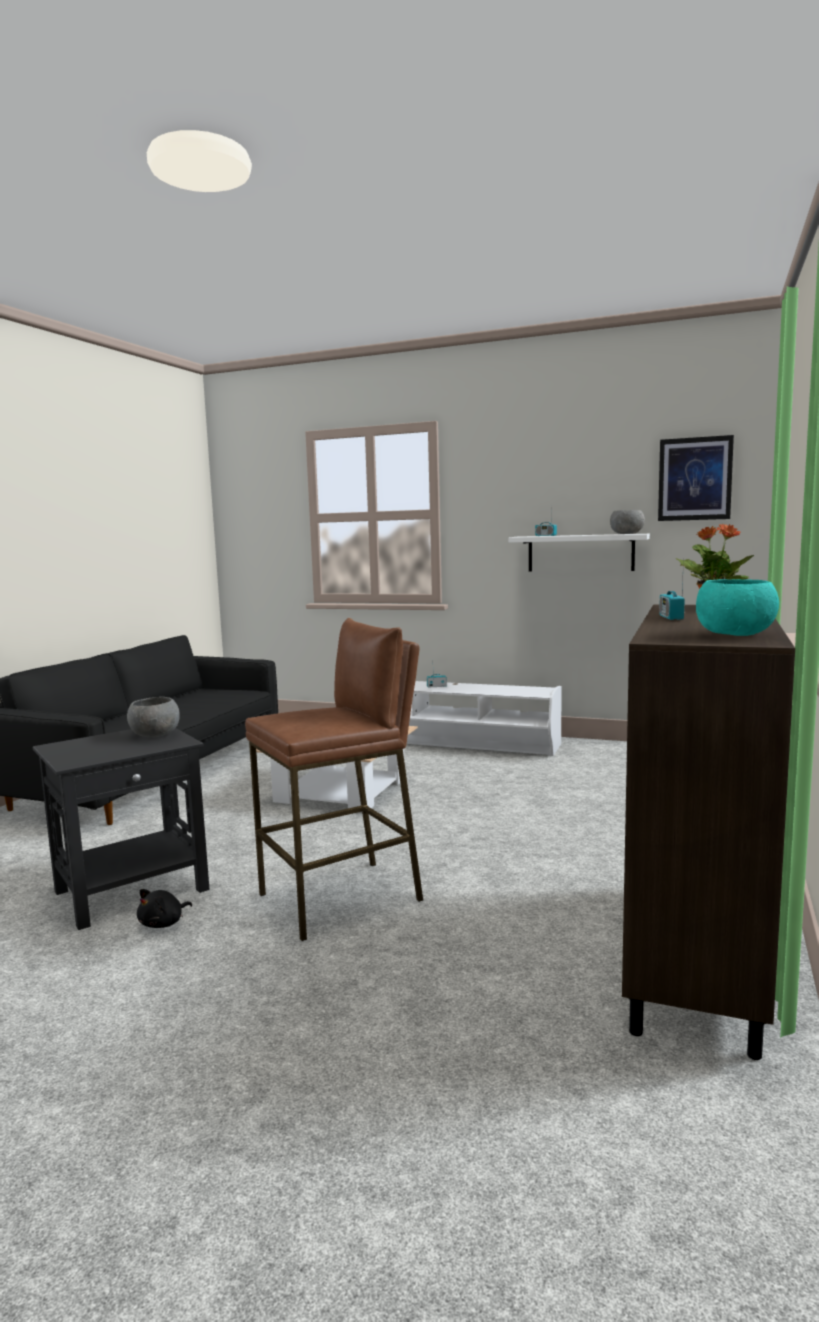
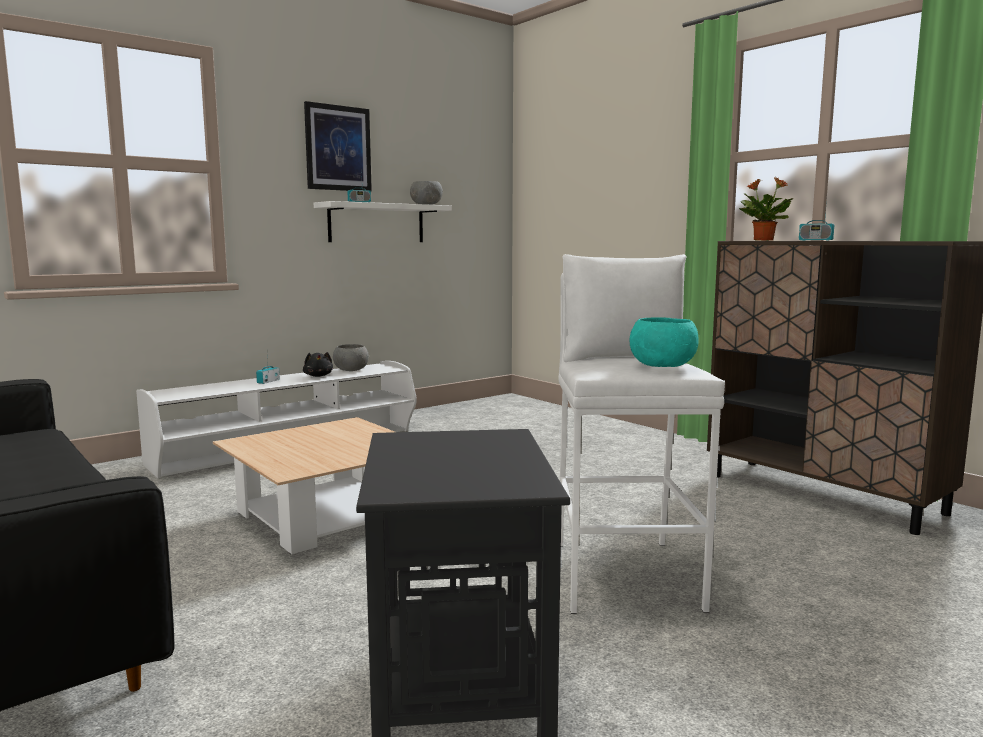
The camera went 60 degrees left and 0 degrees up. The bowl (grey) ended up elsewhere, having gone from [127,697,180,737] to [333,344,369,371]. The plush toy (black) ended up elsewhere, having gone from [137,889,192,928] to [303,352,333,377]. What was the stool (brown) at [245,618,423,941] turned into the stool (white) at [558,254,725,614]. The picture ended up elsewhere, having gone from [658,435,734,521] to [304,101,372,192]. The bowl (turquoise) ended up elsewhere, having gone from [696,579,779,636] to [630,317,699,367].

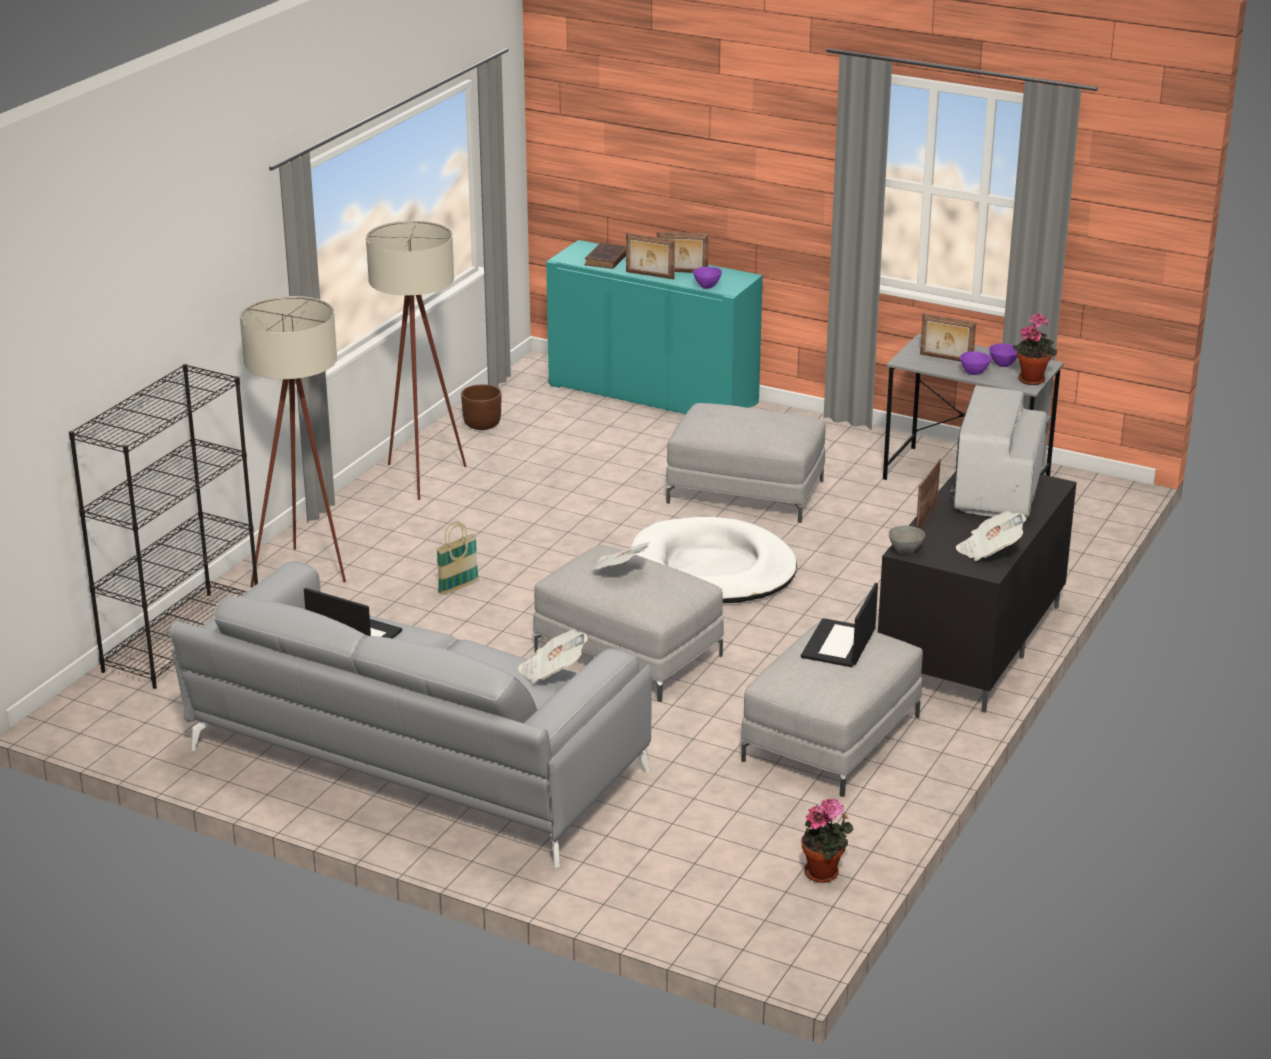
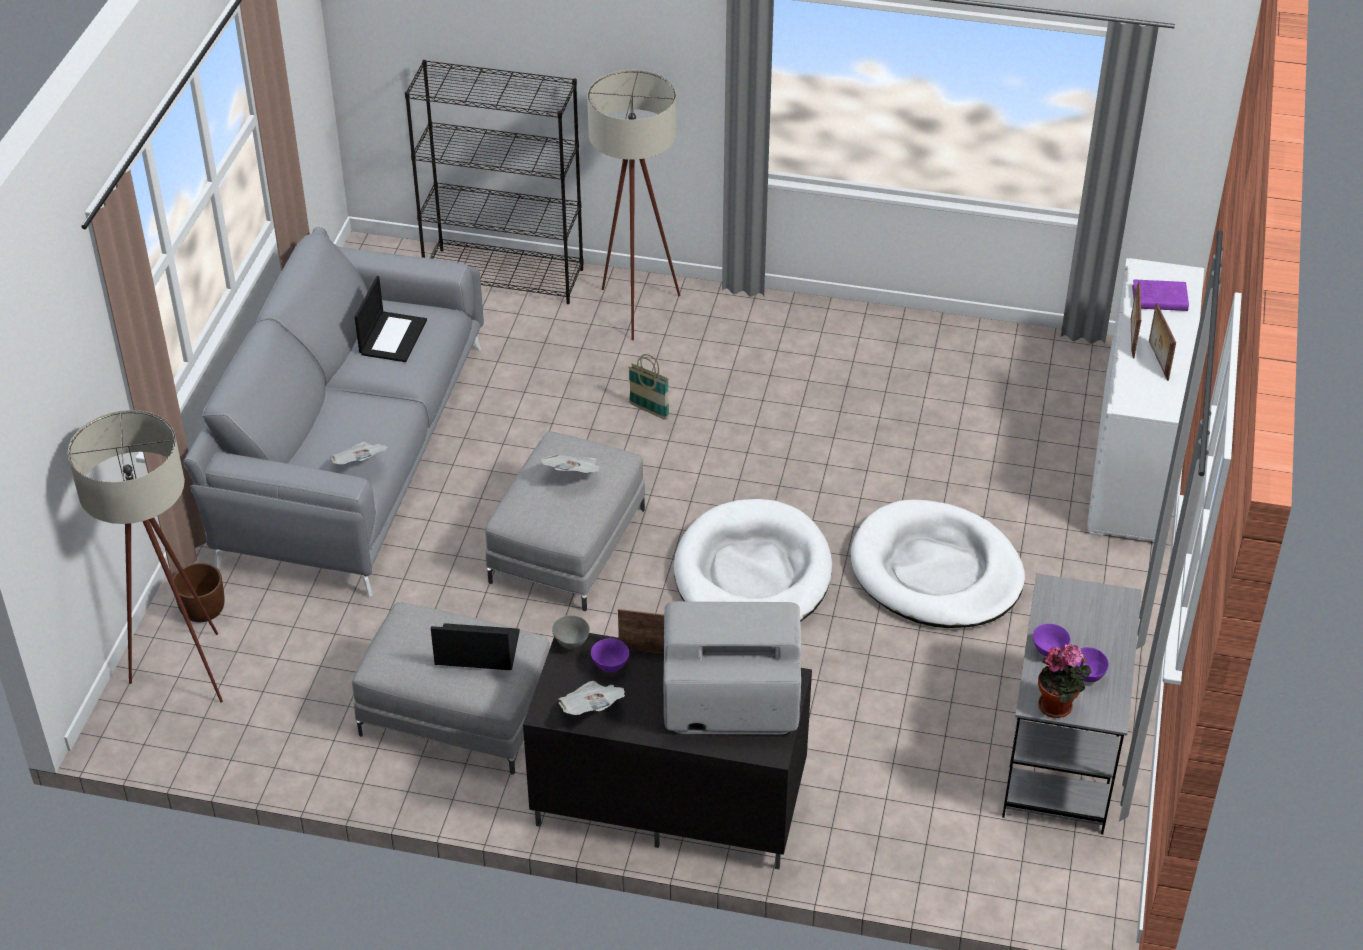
The camera went 75 degrees right and 15 degrees up. The floor lamp (beige) ended up elsewhere, having gone from [366,221,467,500] to [68,410,223,702]. The planter (brown) ended up elsewhere, having gone from [461,384,501,430] to [173,563,225,622]. What was the cabinet (turquoise) at [546,240,763,414] turned into the cabinet (white) at [1086,258,1204,545]. What was the book (brown) at [584,243,626,269] turned into the book (purple) at [1132,279,1189,311]. Where the ottoman (grey) stood at [666,403,826,523], the dog bed (white) came to stand at [851,499,1025,628]. The bowl (purple) ended up elsewhere, having gone from [693,267,722,289] to [591,638,629,672]. The second view lost the potted plant at [801,798,853,883]. The second view lost the picture frame at [920,313,976,362].

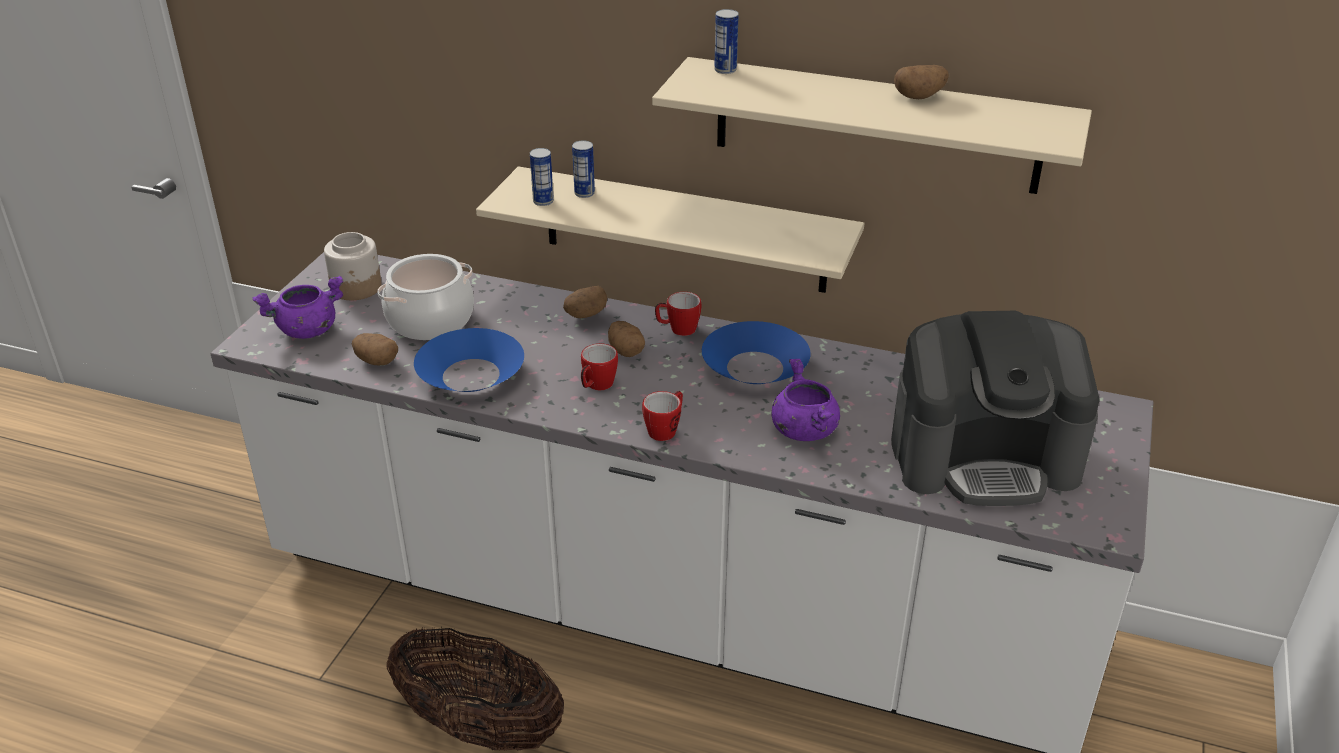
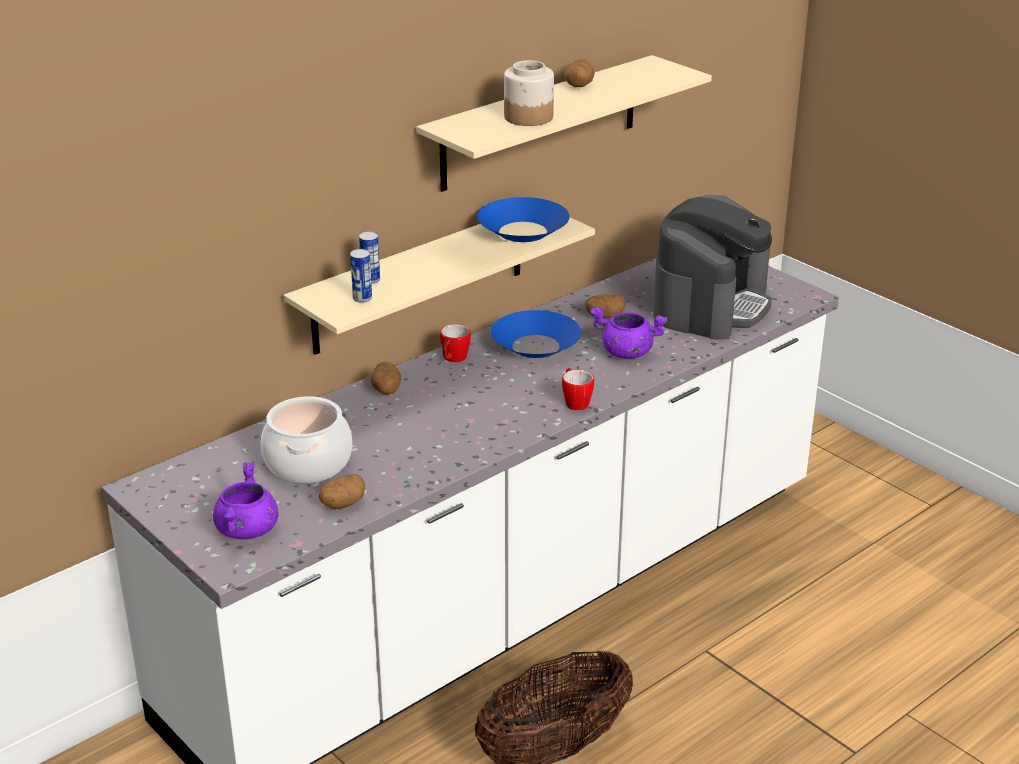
The camera went 60 degrees left and 5 degrees down. The jar ended up elsewhere, having gone from [324,232,382,300] to [504,60,554,126]. The bowl (blue) ended up elsewhere, having gone from [414,328,524,392] to [477,197,570,242]. The second view lost the mug at [581,343,618,390]. The potato ended up elsewhere, having gone from [608,321,645,357] to [585,294,626,318]. The second view lost the can at [714,9,739,74].

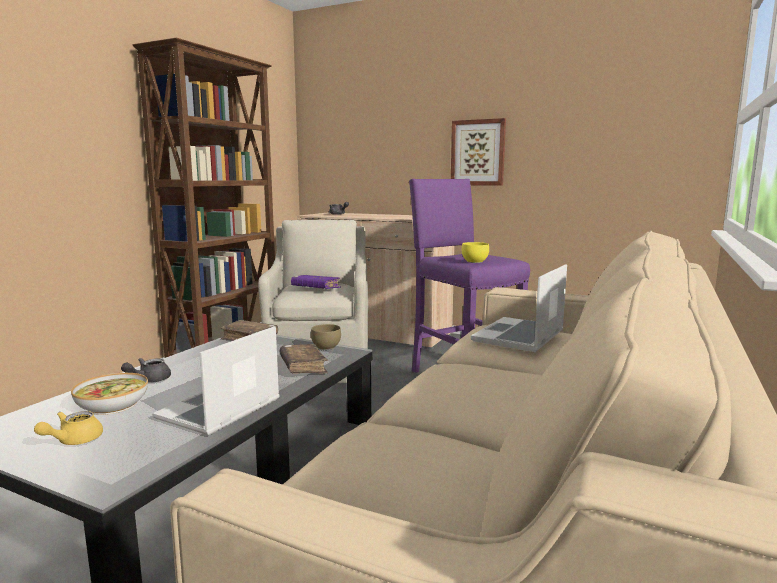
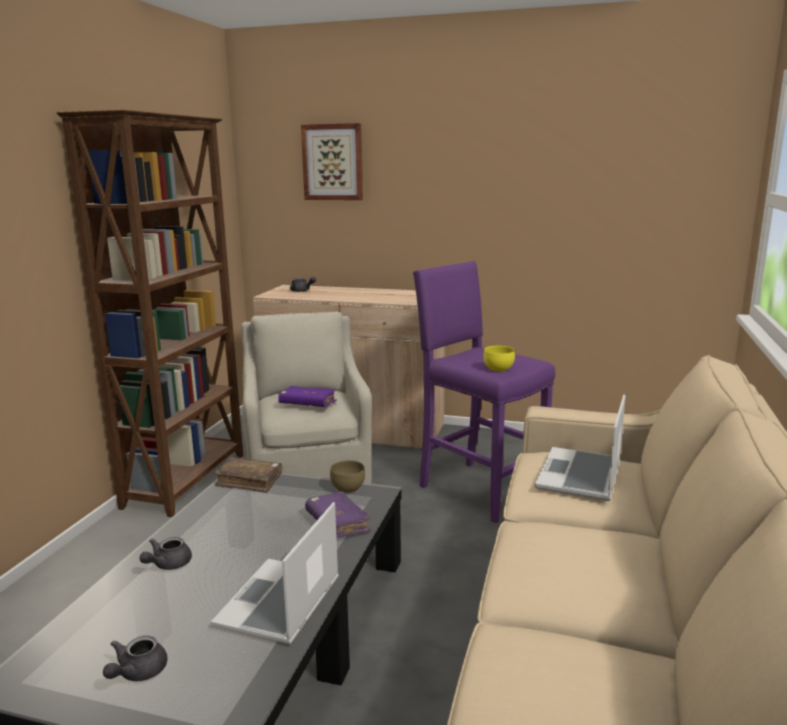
The camera went 10 degrees left and 5 degrees up. What was the teapot (yellow) at [34,411,103,445] turned into the teapot (grey) at [103,635,167,681]. The second view lost the bowl at [71,373,148,415]. What was the book (brown) at [280,344,328,374] turned into the book (purple) at [305,492,372,538]. The picture ended up elsewhere, having gone from [451,118,506,186] to [301,123,363,200].

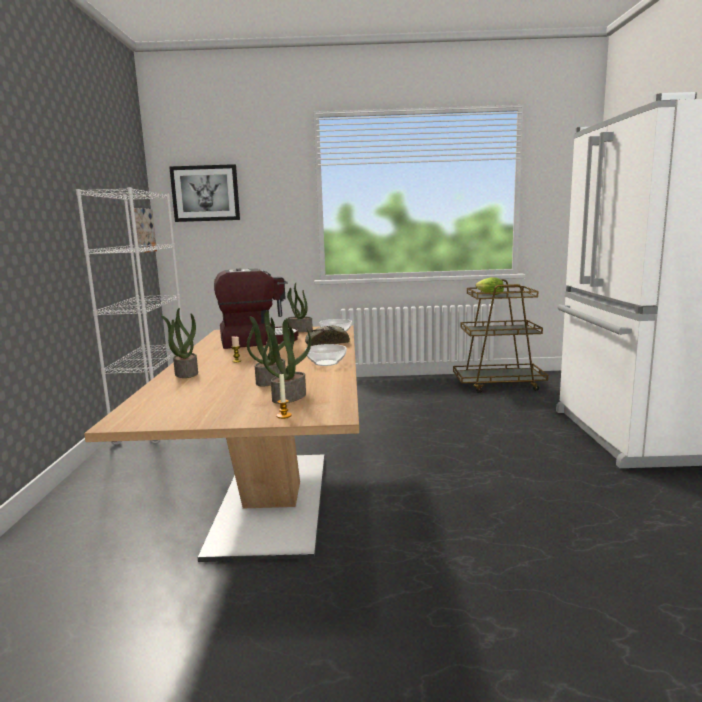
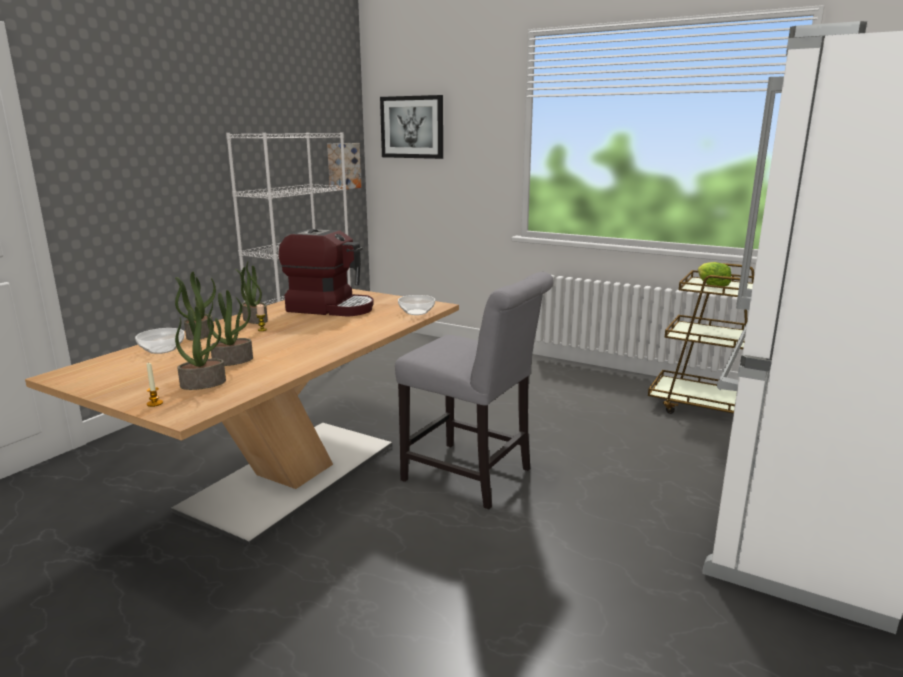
The camera went 30 degrees right and 5 degrees up. The potted plant ended up elsewhere, having gone from [287,283,313,332] to [235,262,268,324]. The second view lost the bread at [305,325,350,346]. The bowl ended up elsewhere, having gone from [305,344,347,366] to [135,328,185,354]. The second view gained the chair (grey) at [395,272,554,509].

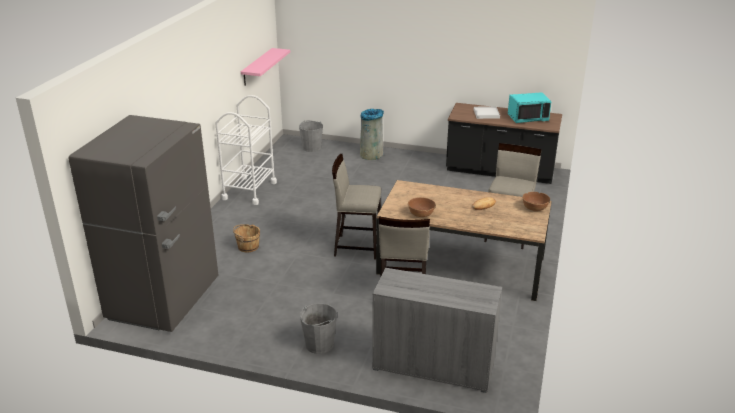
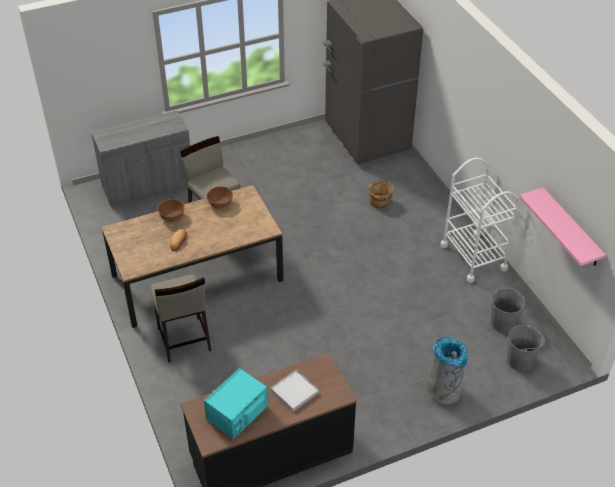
The camera went 140 degrees right and 15 degrees up. The bucket (grey) ended up elsewhere, having gone from [300,303,337,354] to [491,287,525,333]. The second view lost the stool (beige) at [332,154,381,260]. The bowl (brown) ended up elsewhere, having gone from [522,192,550,212] to [157,199,185,221].

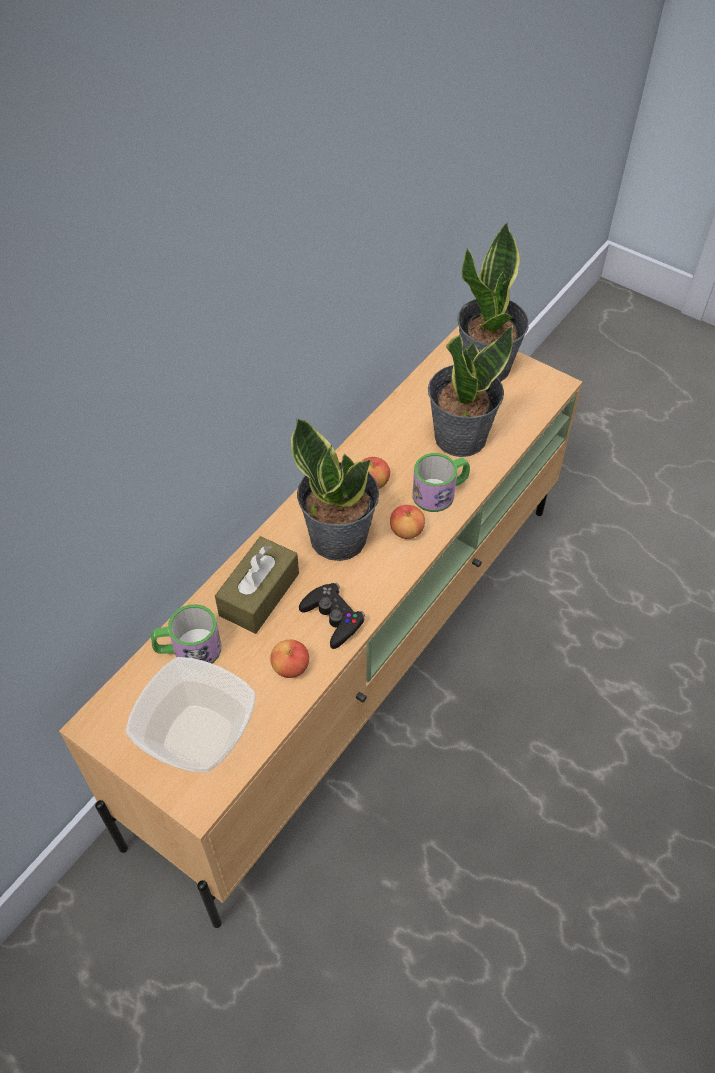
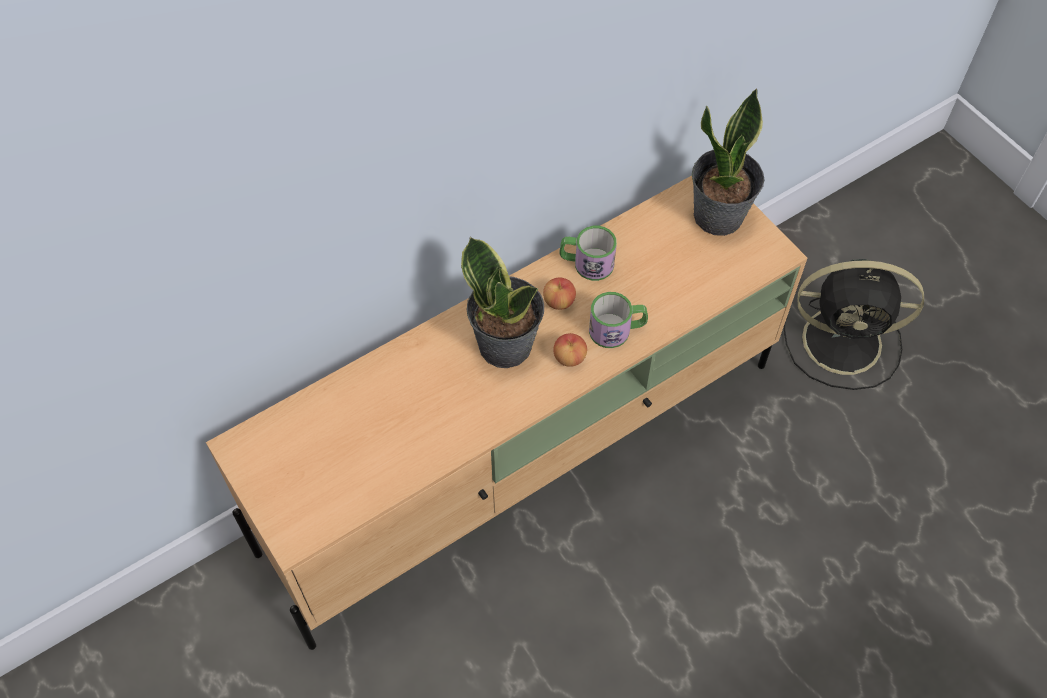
The camera went 20 degrees right and 5 degrees up. The second view lost the bowl at [126,657,256,773]. The mug ended up elsewhere, having gone from [151,604,221,664] to [559,226,617,281]. The second view lost the tissue box (brown) at [215,536,299,634]. The second view lost the apple at [270,639,309,678]. The second view lost the game controller (black) at [299,583,365,649]. The second view lost the potted plant at [428,325,514,457]. The second view gained the fan (black) at [784,259,924,390].

